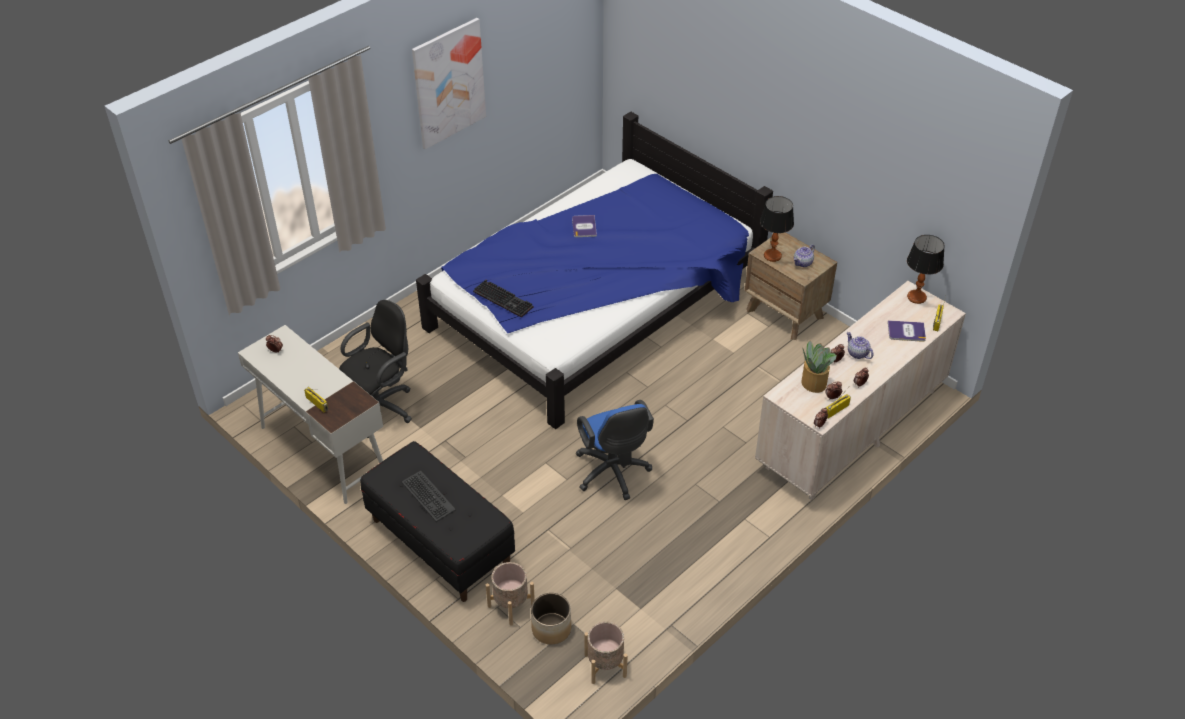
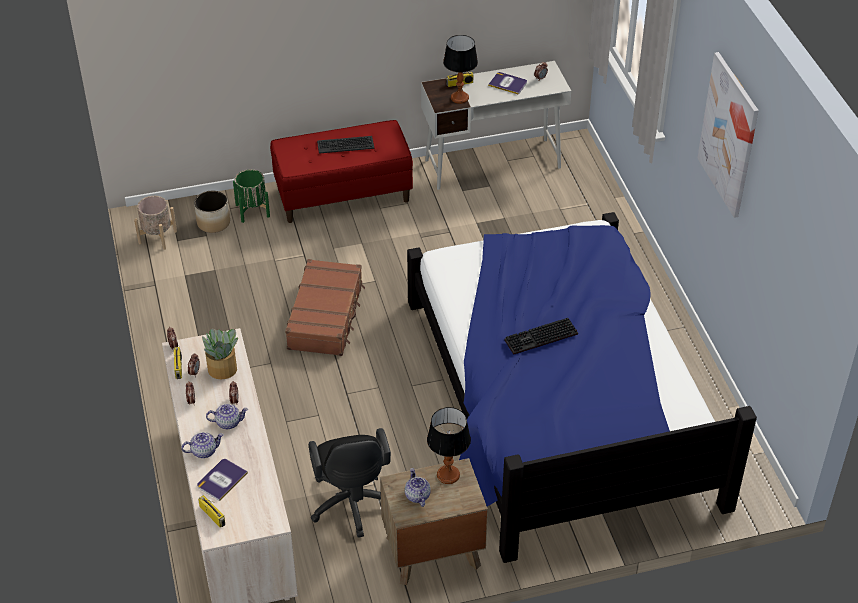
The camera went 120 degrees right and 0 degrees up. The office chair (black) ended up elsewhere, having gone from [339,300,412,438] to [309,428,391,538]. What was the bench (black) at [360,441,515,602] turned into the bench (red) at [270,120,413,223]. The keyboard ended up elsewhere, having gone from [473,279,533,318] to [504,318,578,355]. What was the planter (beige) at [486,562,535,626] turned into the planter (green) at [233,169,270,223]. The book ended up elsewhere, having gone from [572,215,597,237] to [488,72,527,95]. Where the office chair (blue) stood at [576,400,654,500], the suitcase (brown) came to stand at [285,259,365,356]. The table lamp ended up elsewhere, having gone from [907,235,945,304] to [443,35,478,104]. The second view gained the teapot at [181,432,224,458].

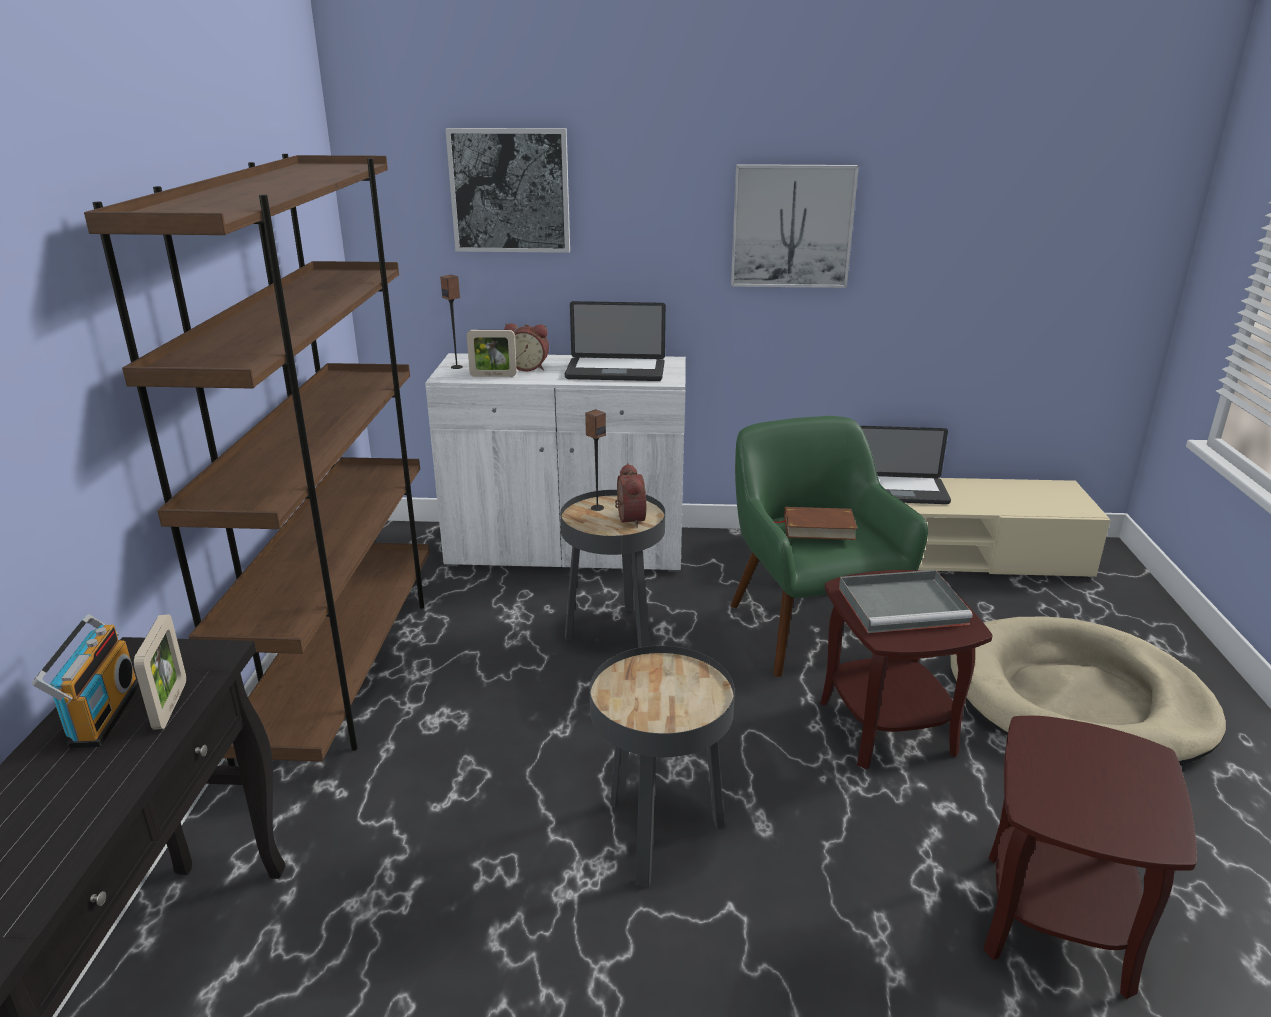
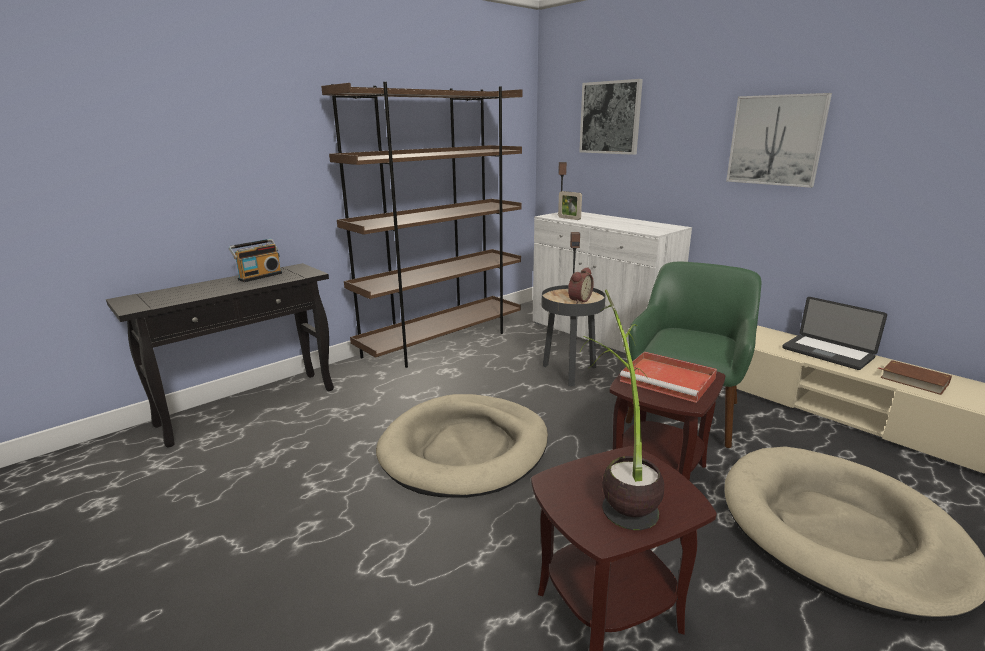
The camera went 45 degrees right and 5 degrees down. The second view lost the picture frame at [134,614,186,730]. The second view lost the alarm clock at [504,323,549,371]. The second view lost the laptop at [565,301,666,381]. Where the side table (black) stood at [590,646,735,888], the dog bed (beige) came to stand at [376,394,548,498]. The book (brown) ended up elsewhere, having gone from [774,507,857,540] to [878,360,952,395]. What was the tray (grey) at [839,570,973,633] turned into the tray (red) at [620,352,717,403]. The second view gained the potted plant at [580,290,664,530].

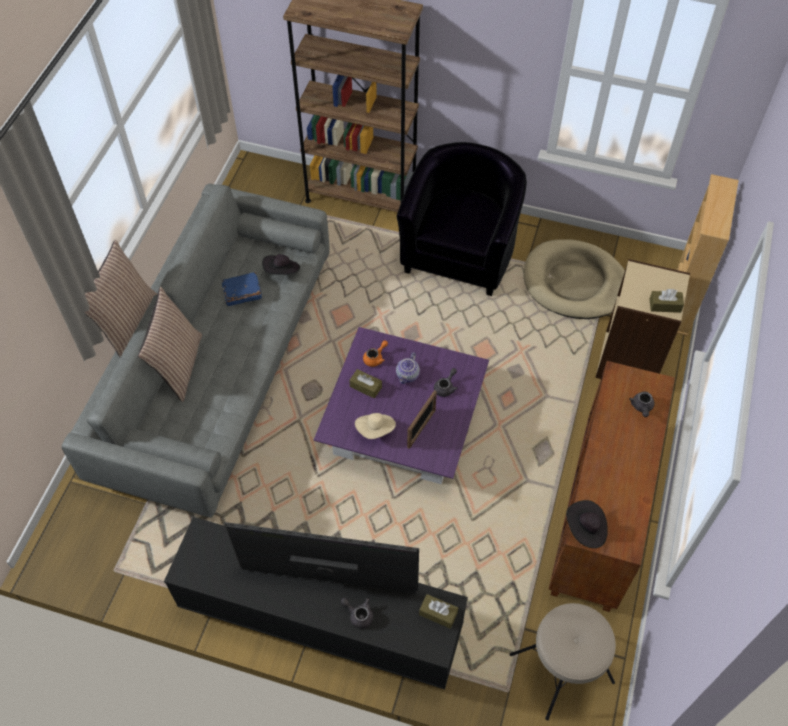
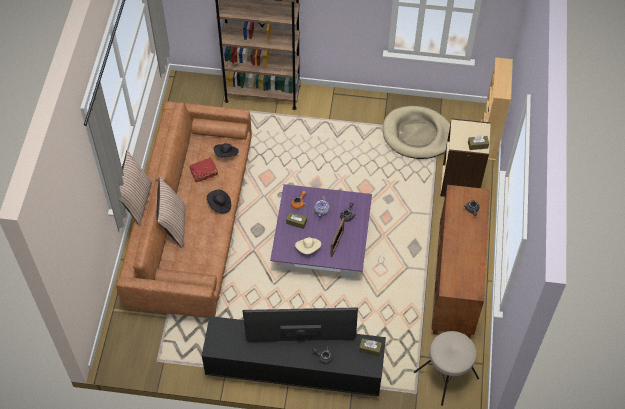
The camera went 10 degrees left and 0 degrees up. What was the sofa (grey) at [61,183,330,518] turned into the sofa (brown) at [116,101,252,318]. What was the book (blue) at [222,272,262,306] turned into the book (red) at [190,157,218,182]. The second view lost the armchair (black) at [397,142,527,296]. The hat (black) ended up elsewhere, having gone from [566,500,608,548] to [207,190,231,213].

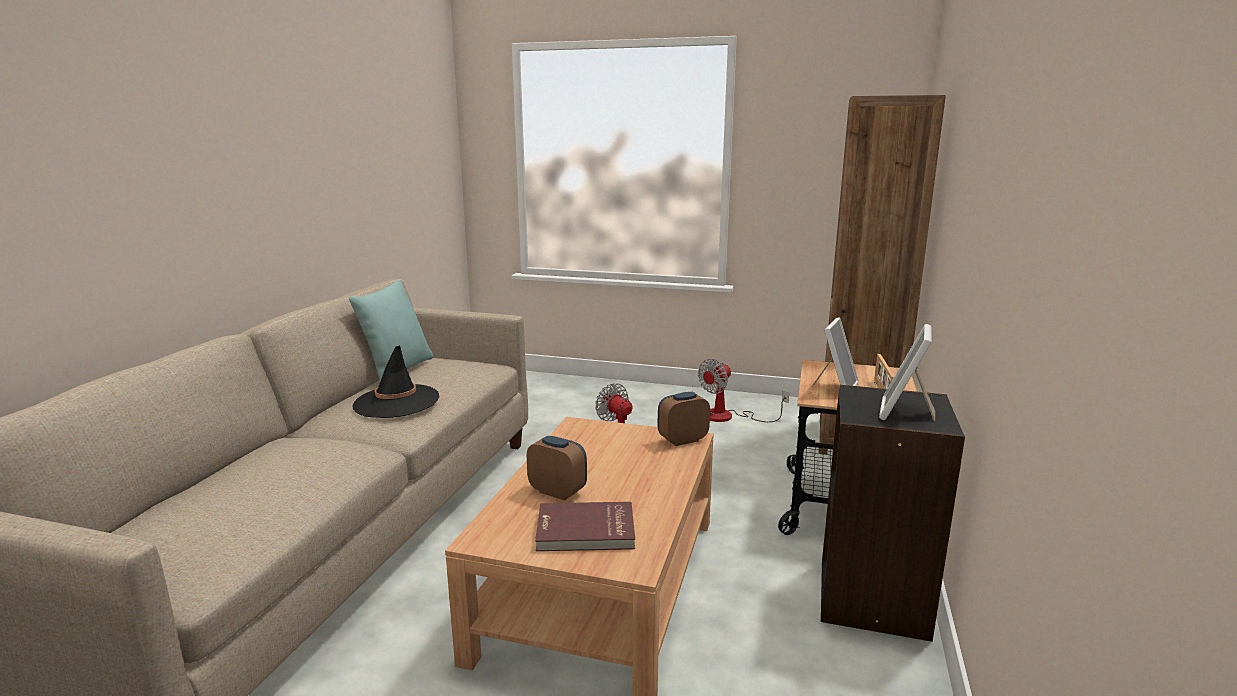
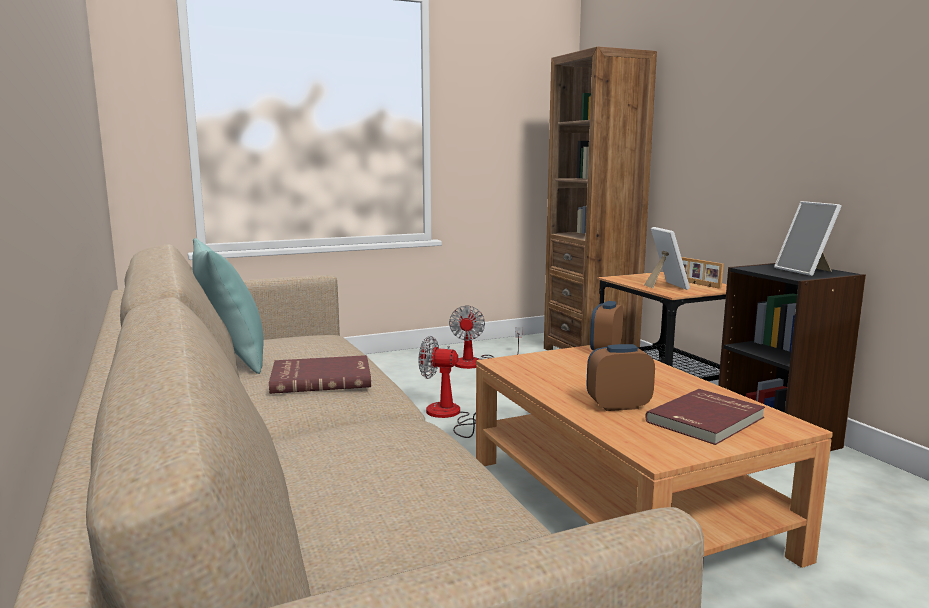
The camera went 40 degrees left and 5 degrees down. Where the hat (black) stood at [353,345,439,418], the book (red) came to stand at [269,355,371,394].

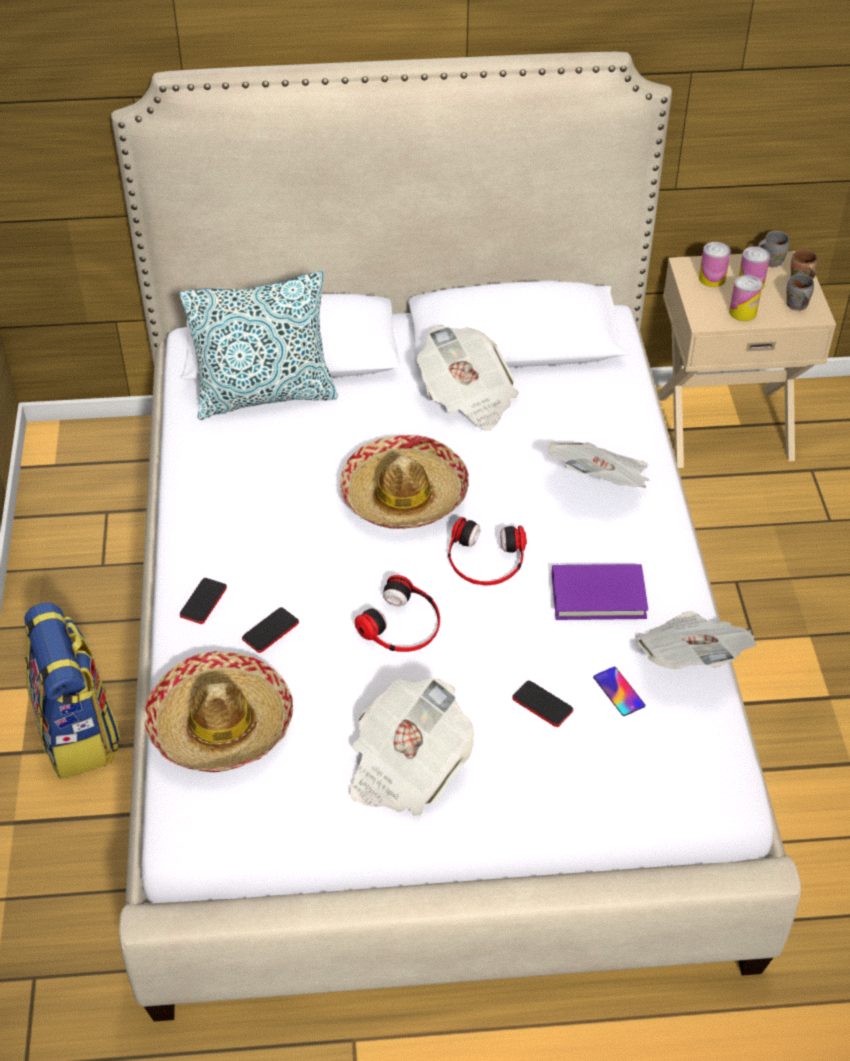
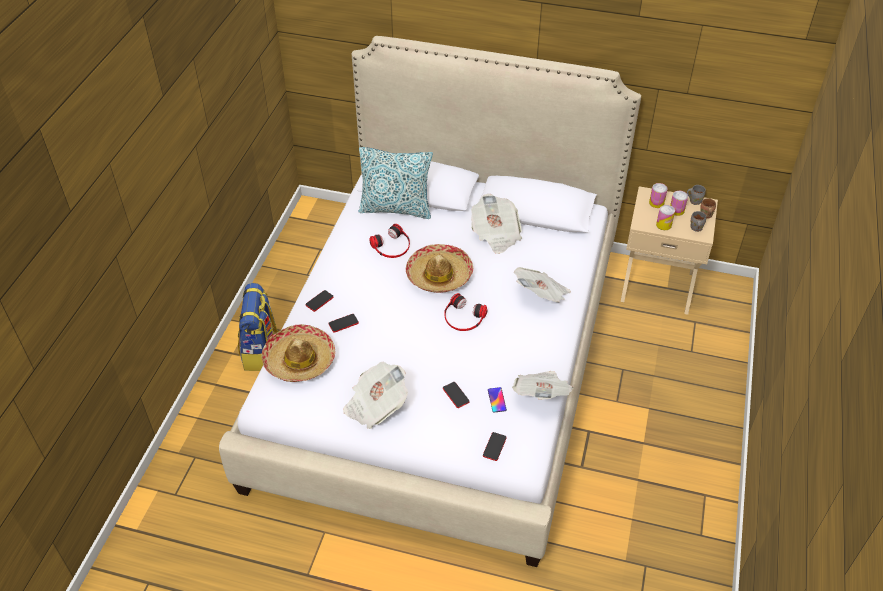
The camera went 20 degrees right and 0 degrees up. The headphones ended up elsewhere, having gone from [355,575,440,652] to [370,224,410,258]. The second view lost the book (purple) at [552,564,648,620]. The second view gained the phone at [483,432,506,461].

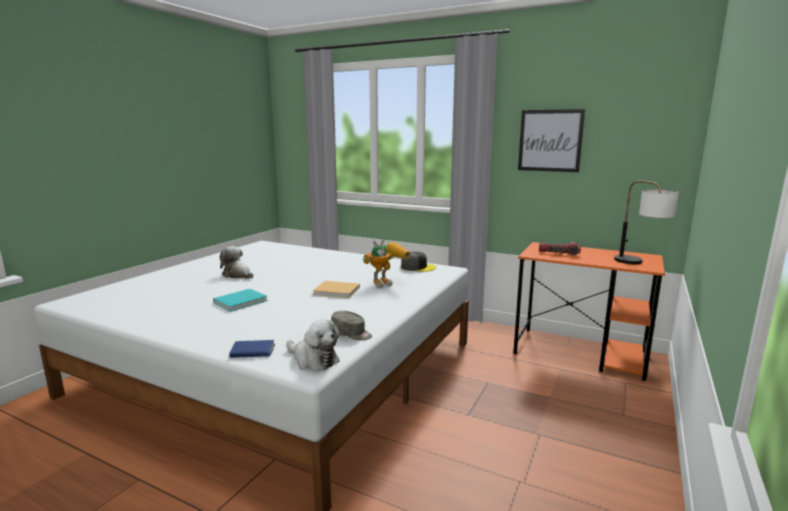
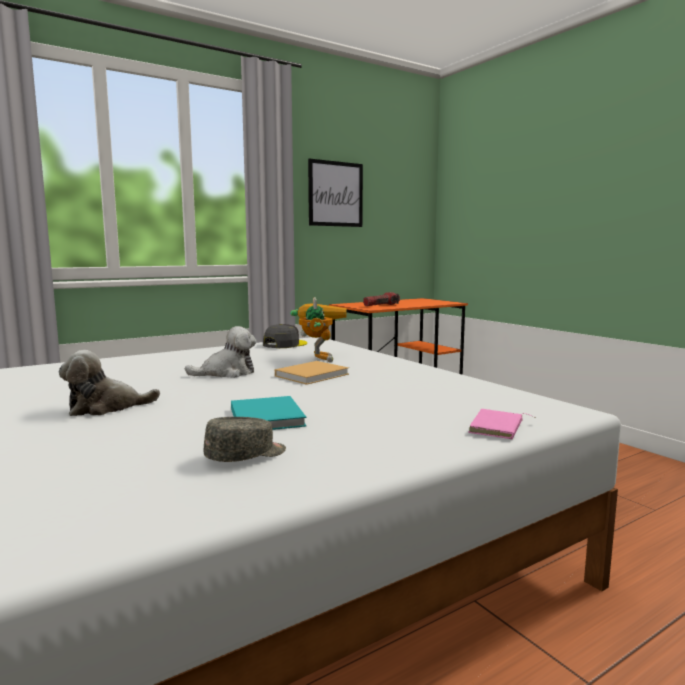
The camera went 60 degrees left and 5 degrees down. What was the book (blue) at [229,340,275,358] turned into the book (pink) at [468,409,536,439]. The plush toy ended up elsewhere, having gone from [286,319,340,371] to [185,326,257,378]. The cap (grey) ended up elsewhere, having gone from [331,311,372,341] to [203,417,286,462]. The second view lost the table lamp at [614,181,679,264].

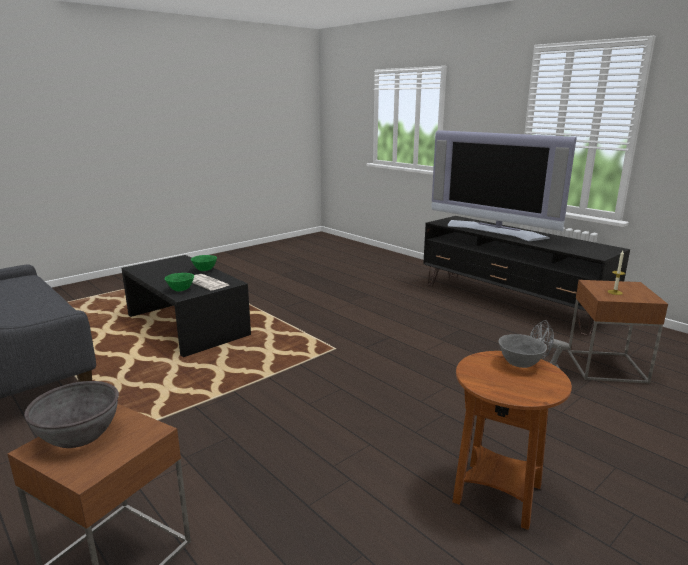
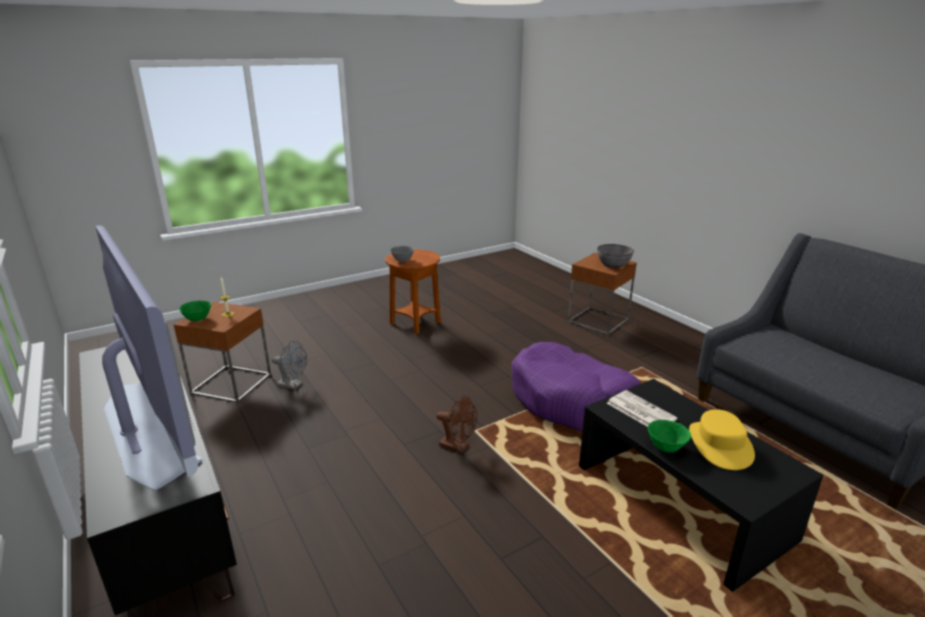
The camera went 170 degrees left and 5 degrees up. The bowl (green) ended up elsewhere, having gone from [164,273,194,292] to [179,301,211,321]. The second view gained the fan (brown) at [436,396,477,453]. The second view gained the dog bed (purple) at [512,342,642,431]. The second view gained the hat (yellow) at [689,409,755,470].

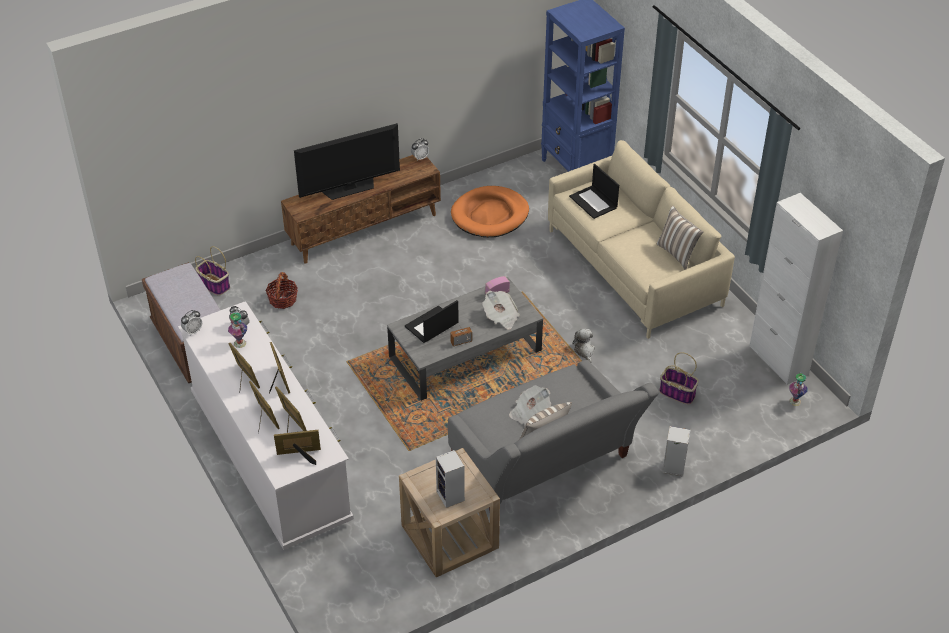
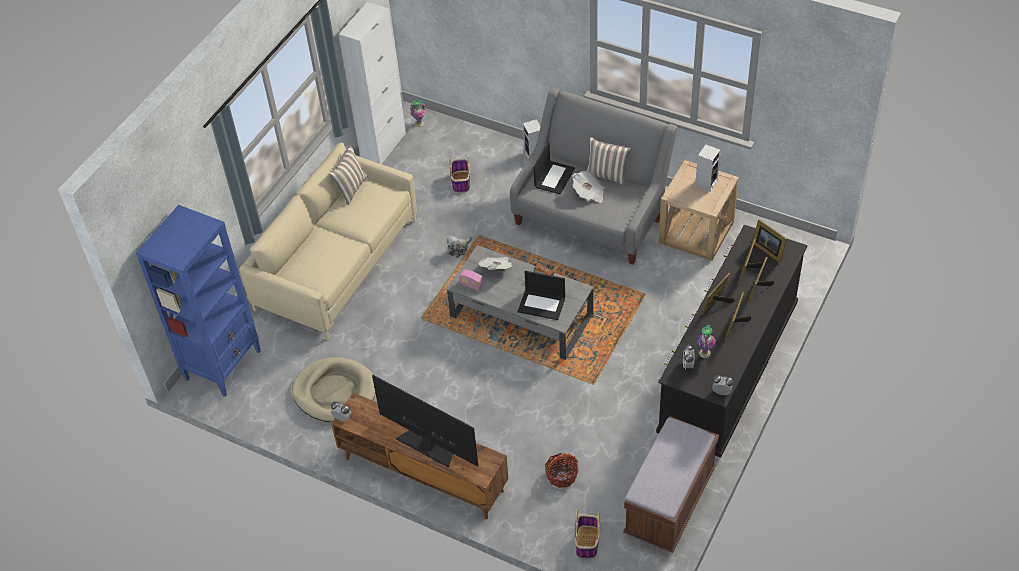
The camera went 120 degrees left and 5 degrees up. What was the dresser (white) at [178,301,354,550] turned into the dresser (black) at [656,225,808,458]. What was the dog bed (orange) at [451,186,529,237] turned into the dog bed (beige) at [292,357,375,422]. The laptop ended up elsewhere, having gone from [569,164,619,219] to [533,142,575,194].

